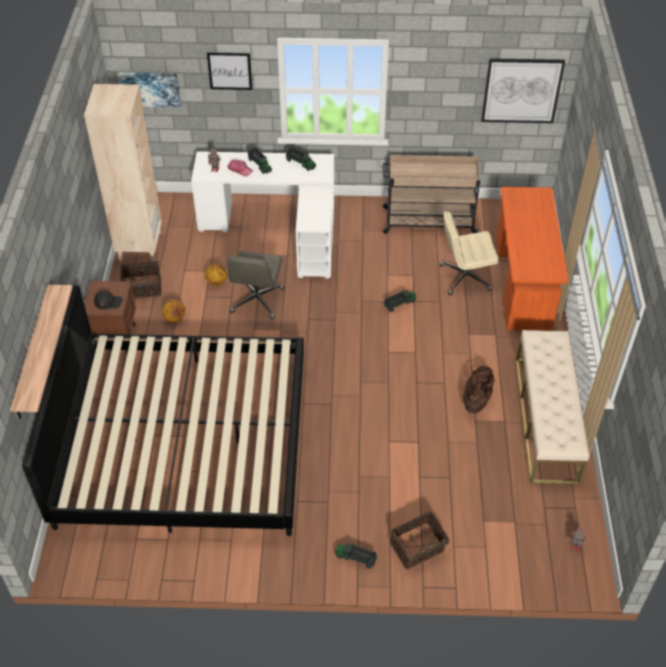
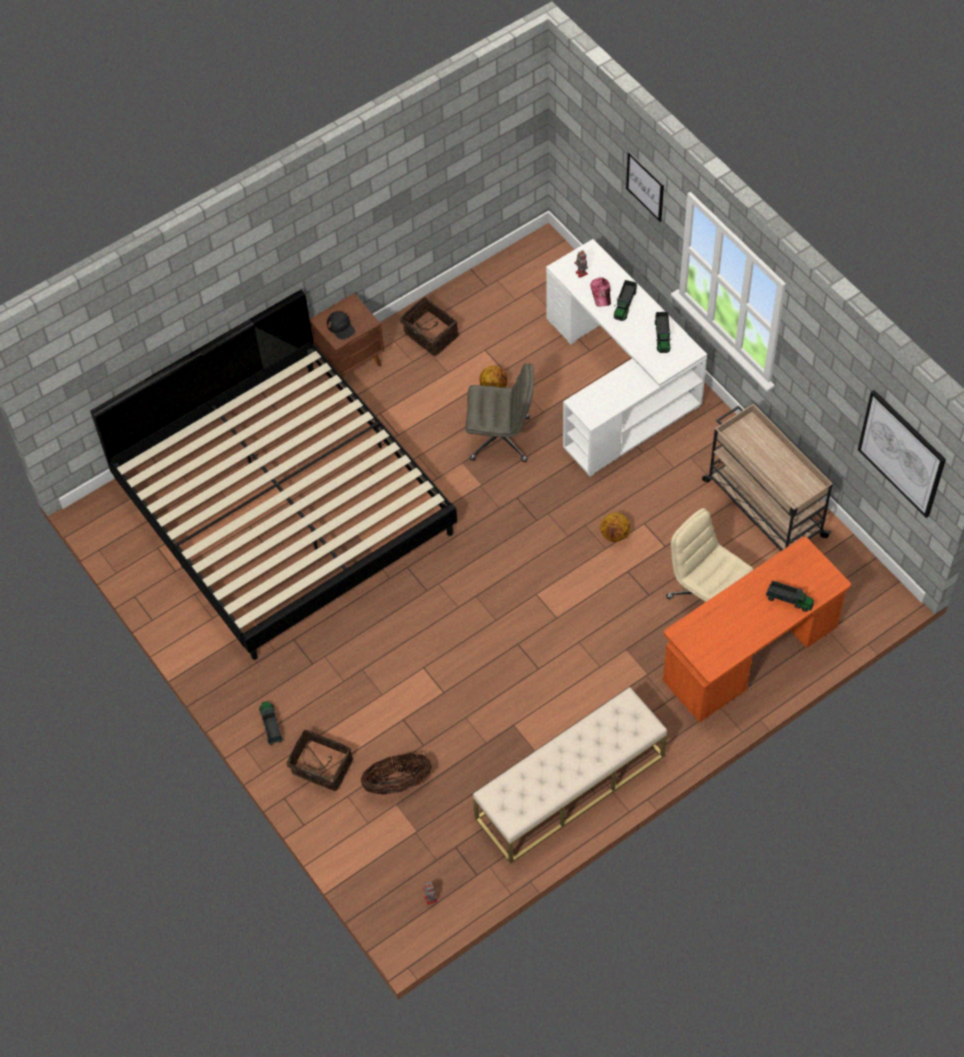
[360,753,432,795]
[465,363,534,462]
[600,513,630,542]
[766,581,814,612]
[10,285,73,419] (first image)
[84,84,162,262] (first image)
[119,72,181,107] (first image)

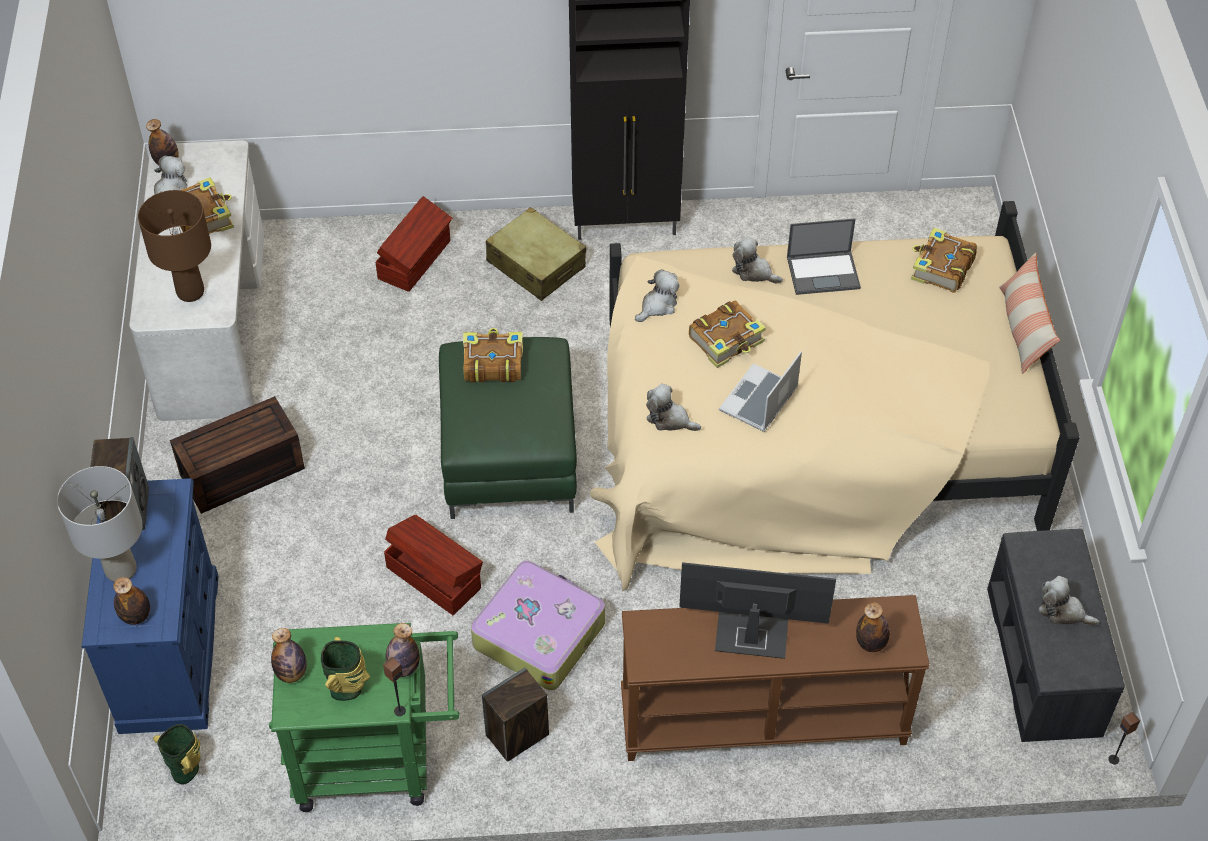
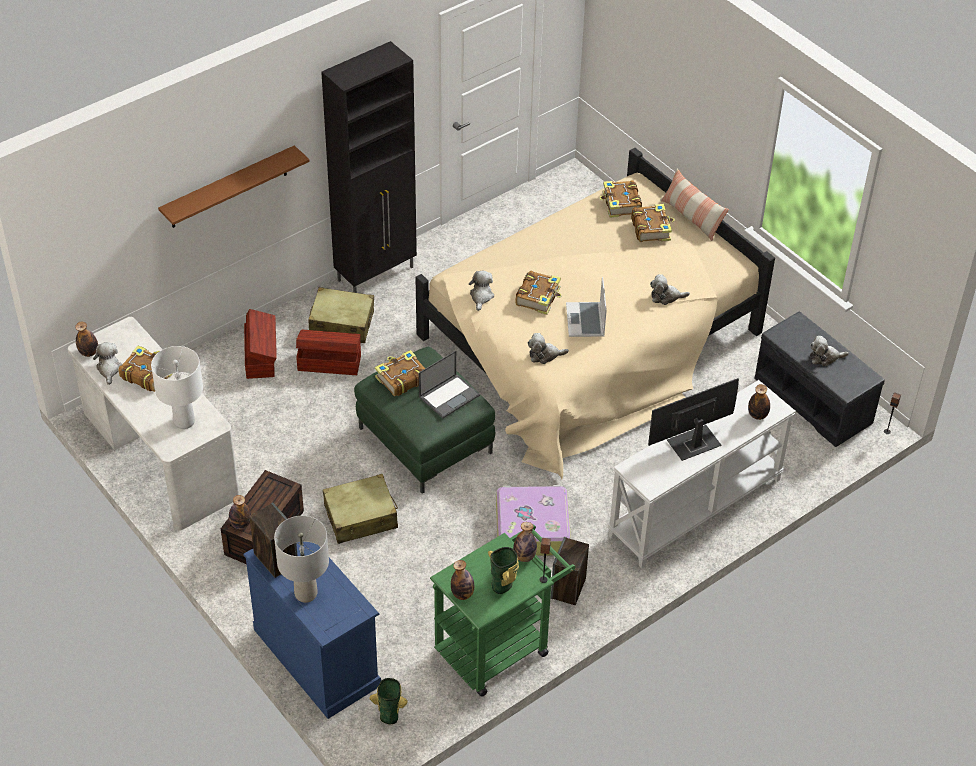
[151,346,203,429]
[158,145,310,228]
[229,495,251,529]
[296,330,361,375]
[323,474,398,544]
[419,351,480,418]
[608,380,796,568]
[631,204,675,242]
[650,274,690,305]

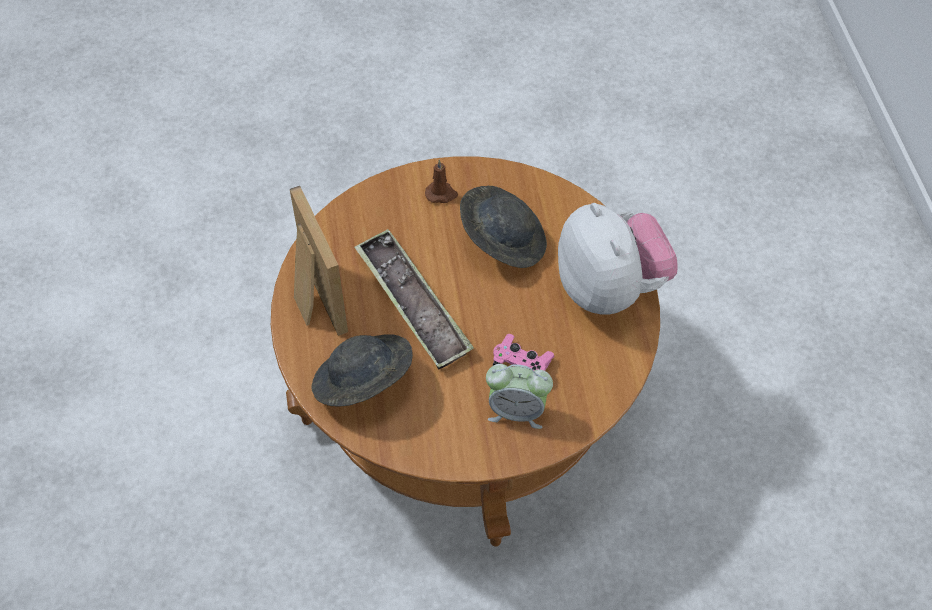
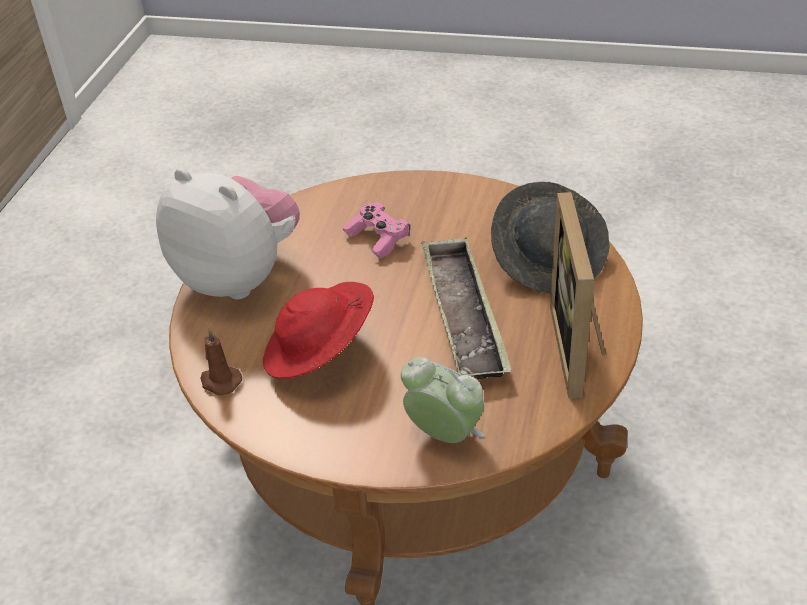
[156,168,300,299]
[201,329,242,395]
[263,282,374,379]
[401,357,485,443]

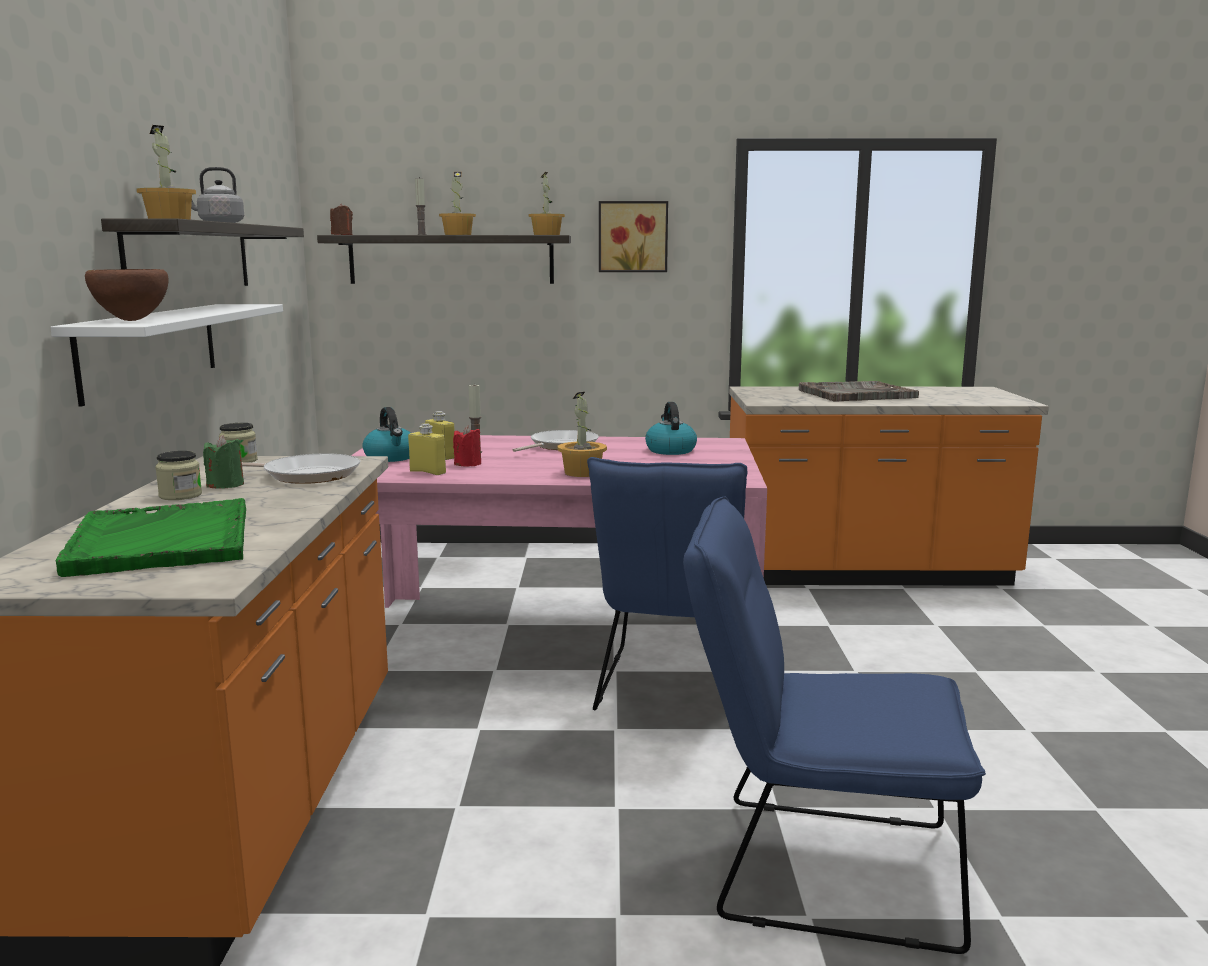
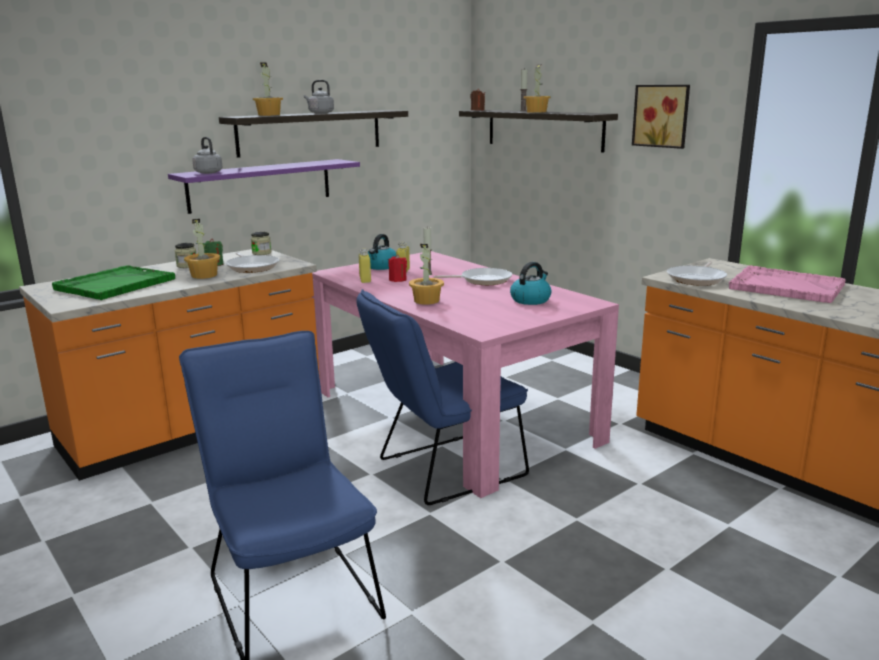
[168,159,360,214]
[184,219,220,279]
[193,137,222,174]
[667,261,727,286]
[729,265,846,303]

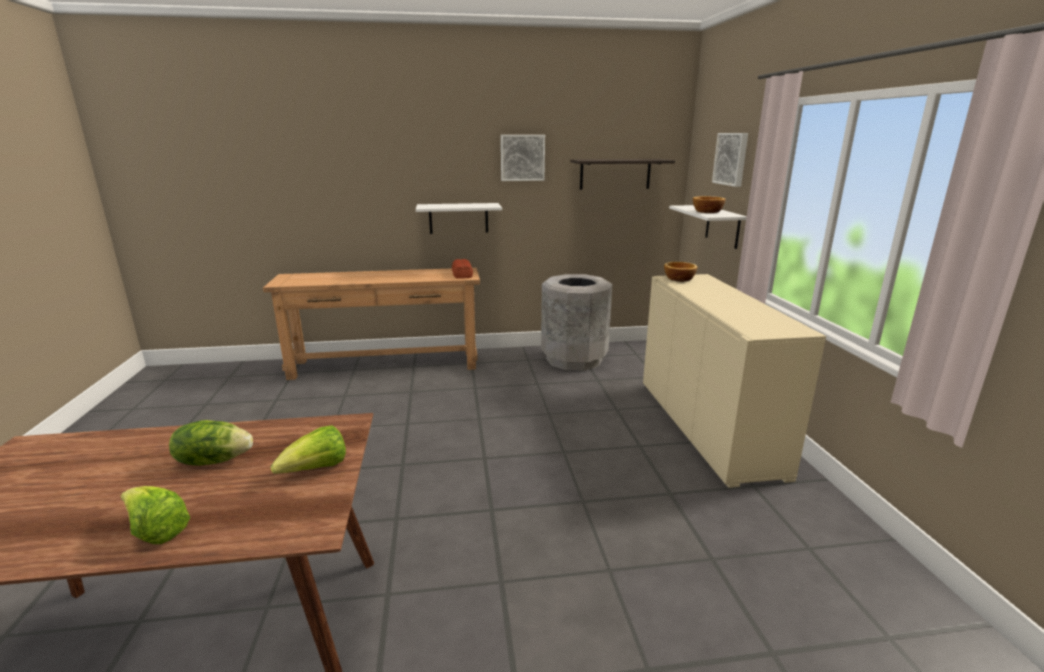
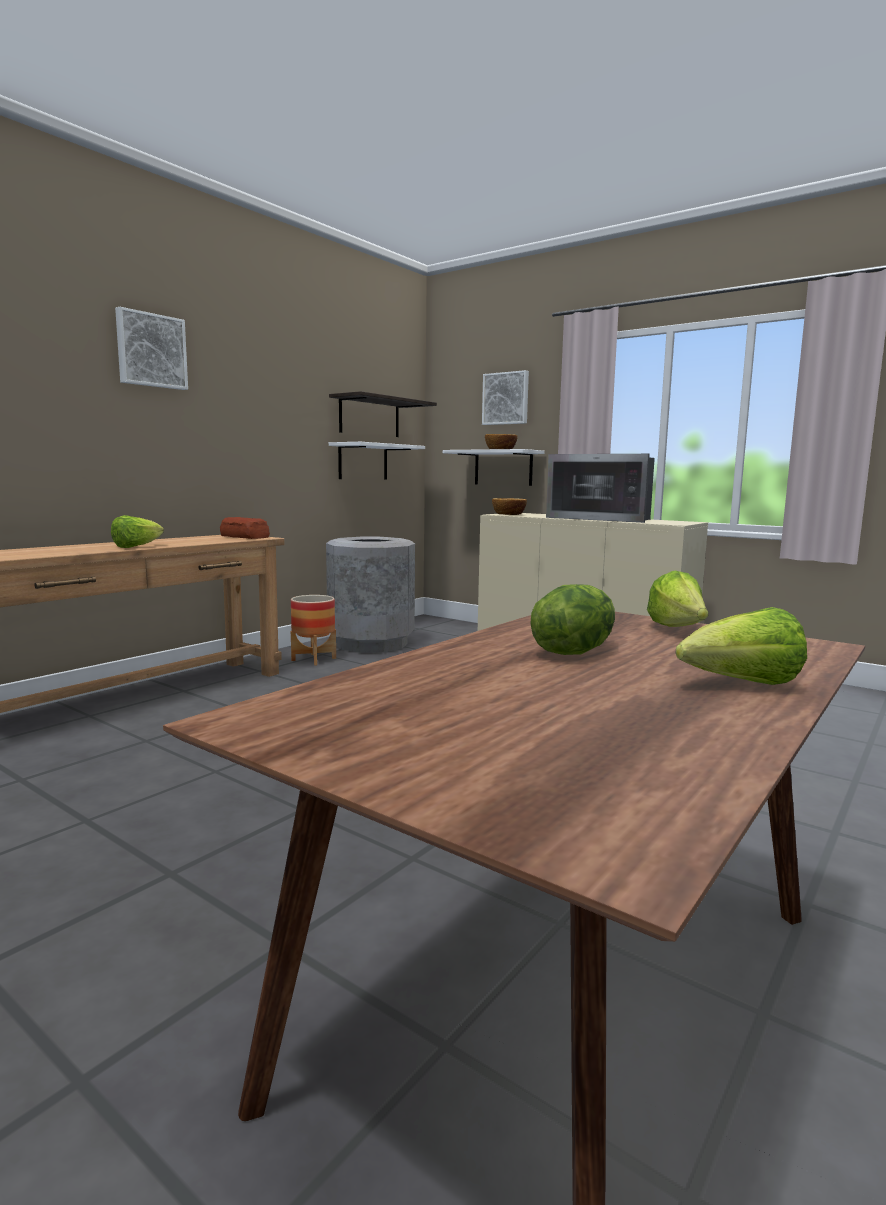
[111,515,164,548]
[115,307,188,390]
[291,595,336,666]
[329,442,425,480]
[546,454,655,523]

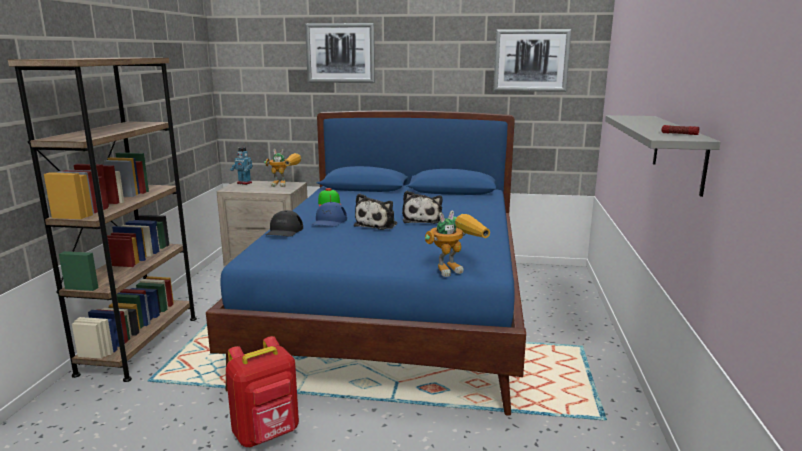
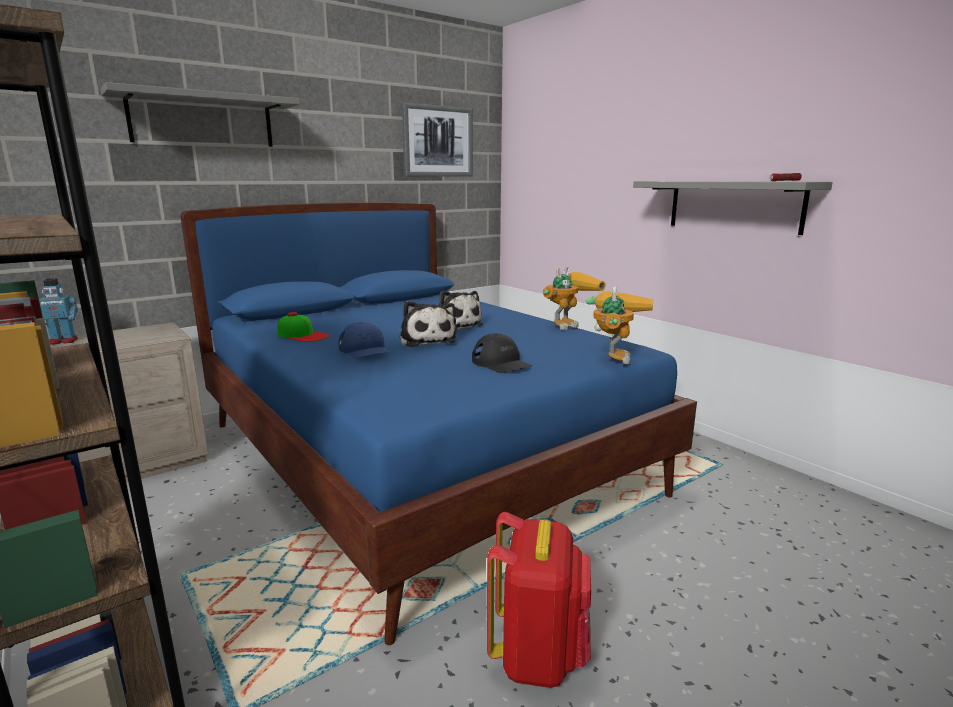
[100,82,300,147]
[472,333,533,373]
[543,266,606,330]

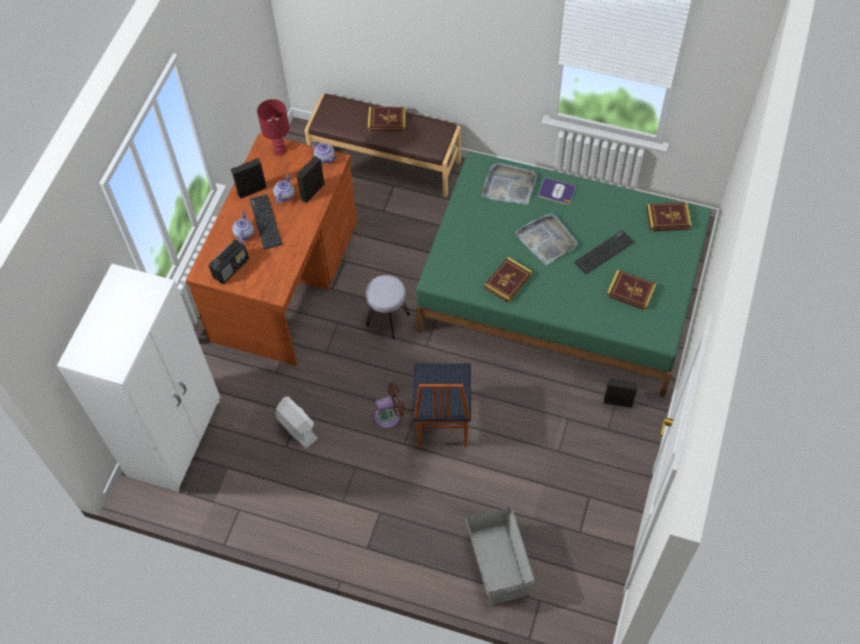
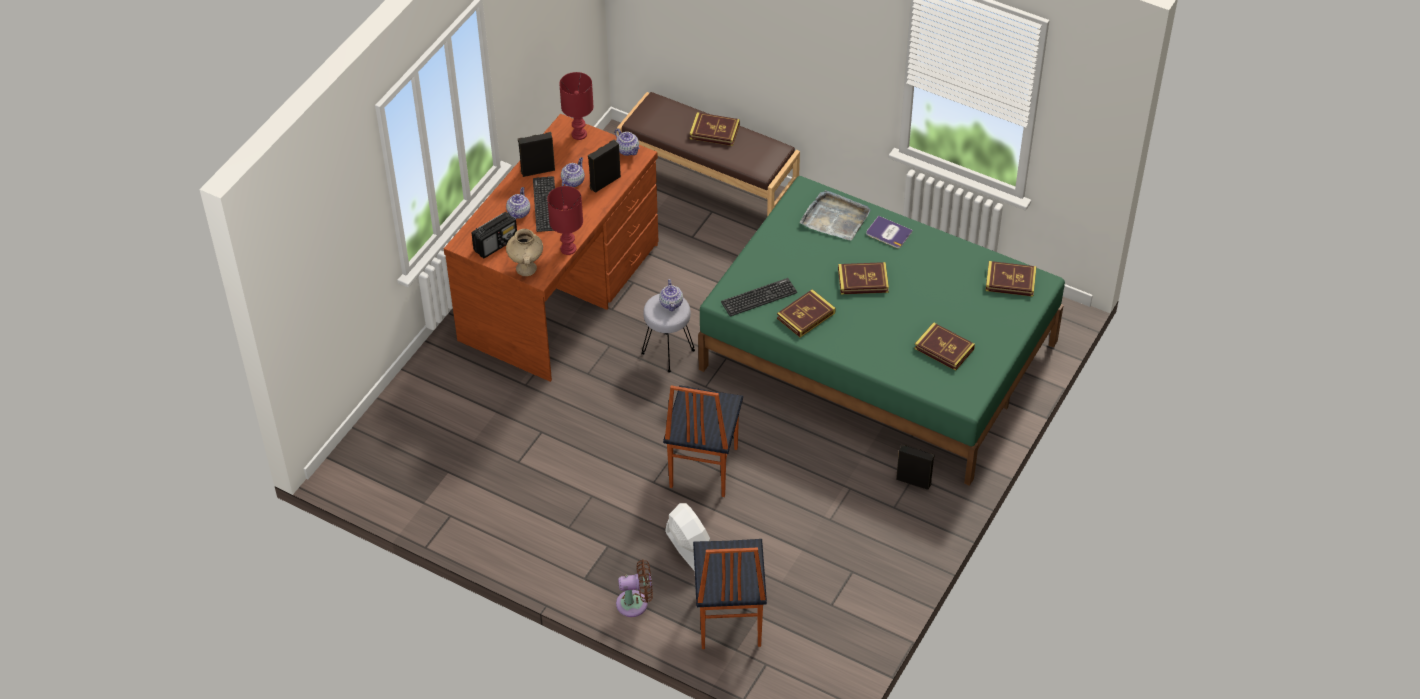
[506,229,543,276]
[547,186,583,255]
[616,560,653,617]
[659,279,683,311]
[665,503,710,571]
[693,539,767,649]
[721,278,797,317]
[838,262,889,294]
[57,264,220,492] (first image)

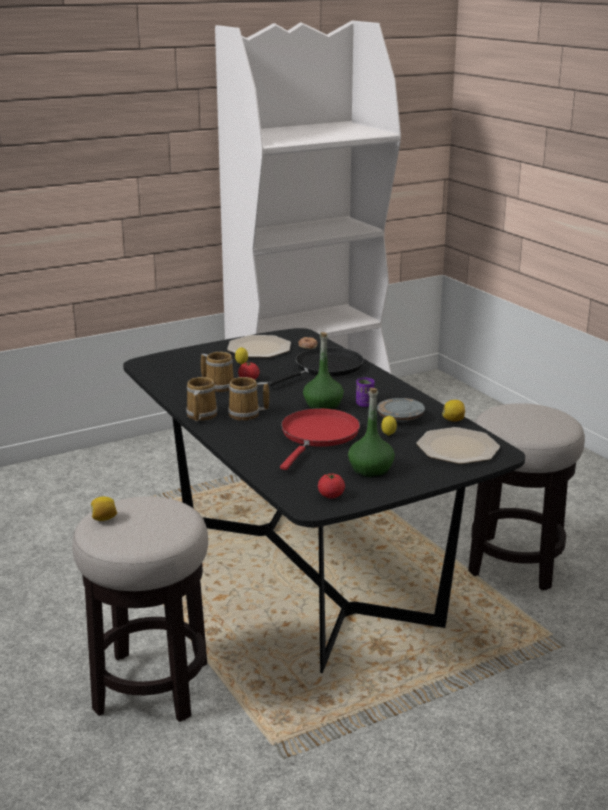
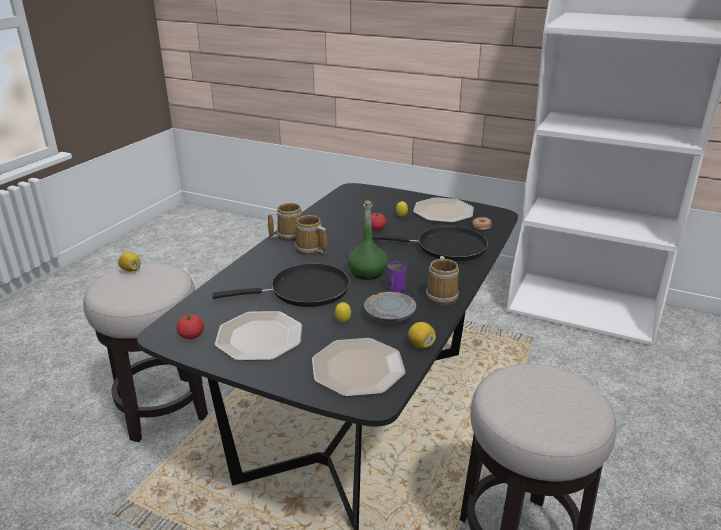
[212,263,350,307]
[215,311,302,361]
[426,256,459,306]

